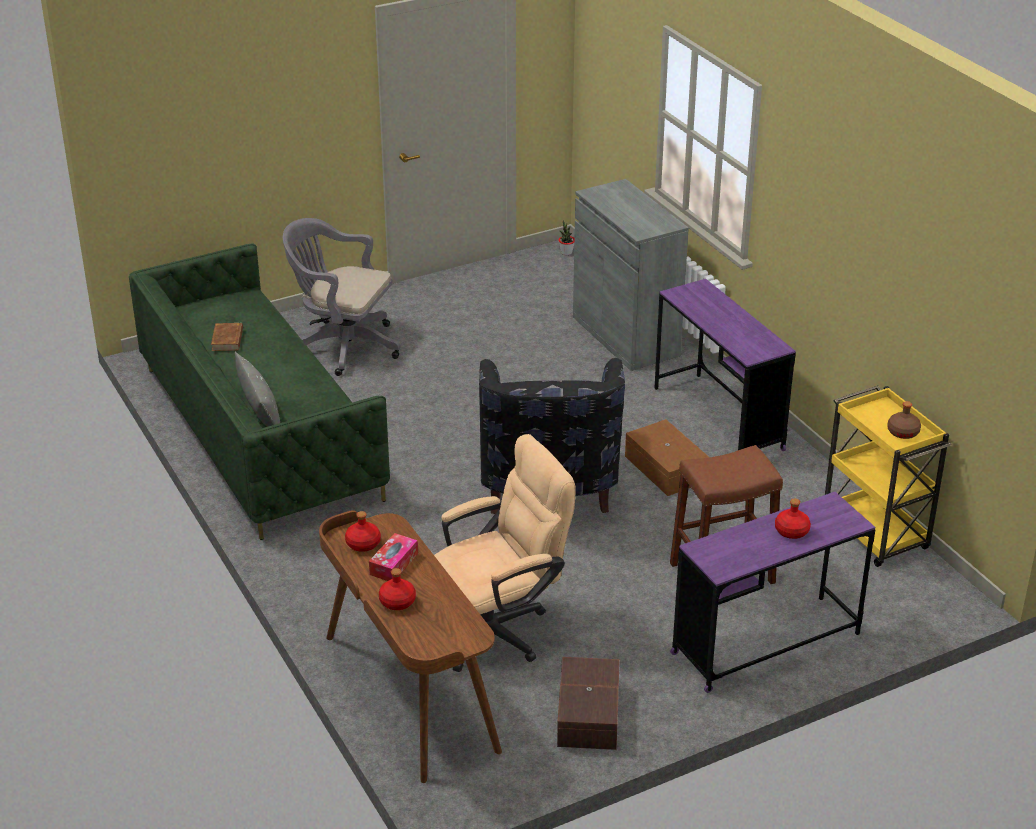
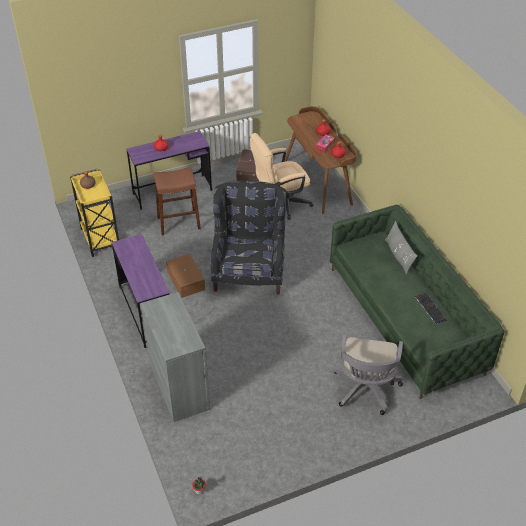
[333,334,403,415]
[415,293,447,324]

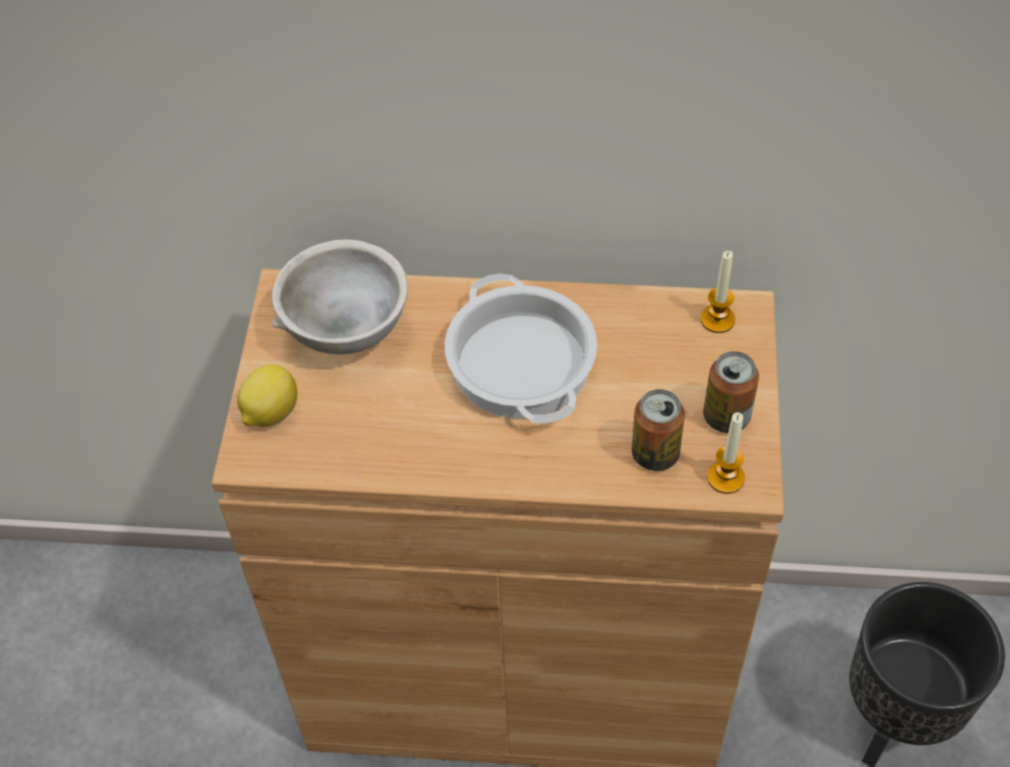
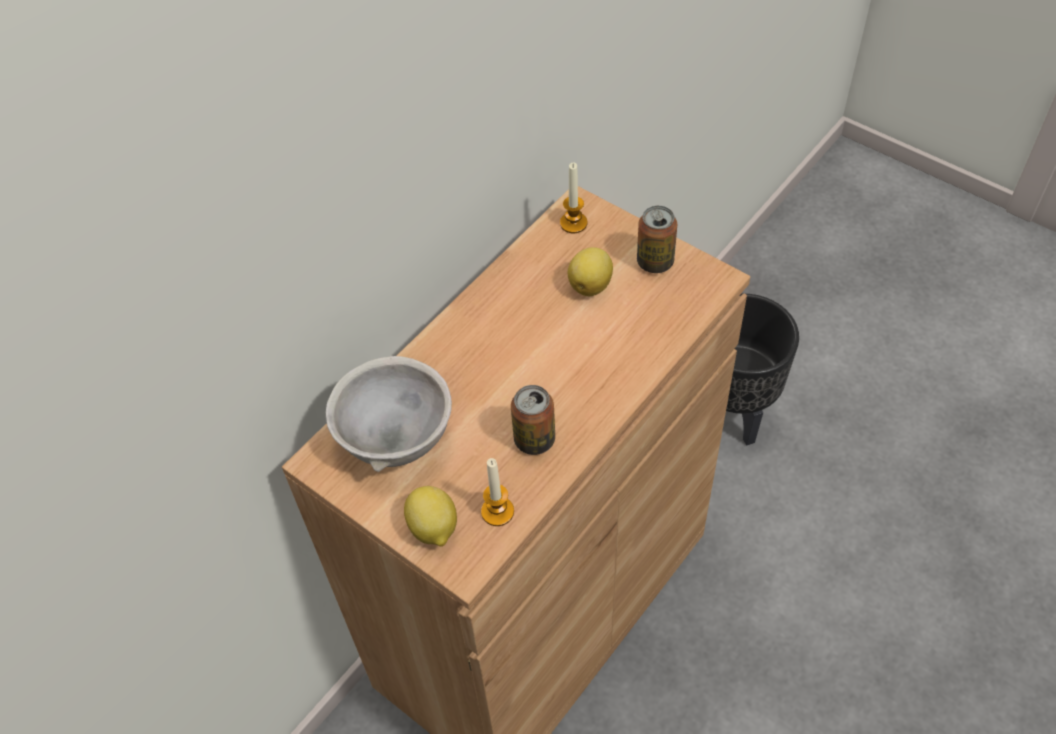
[481,458,514,526]
[511,385,555,455]
[568,247,613,296]
[445,273,597,423] (first image)

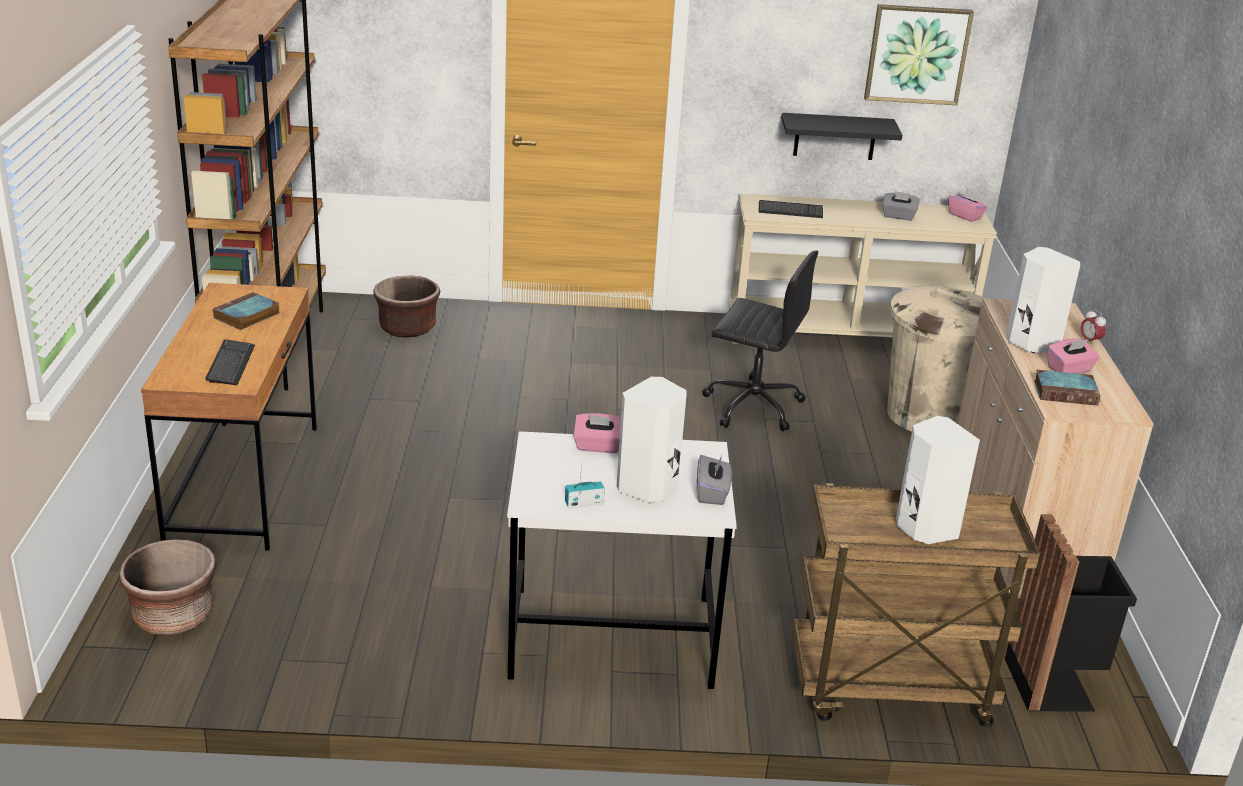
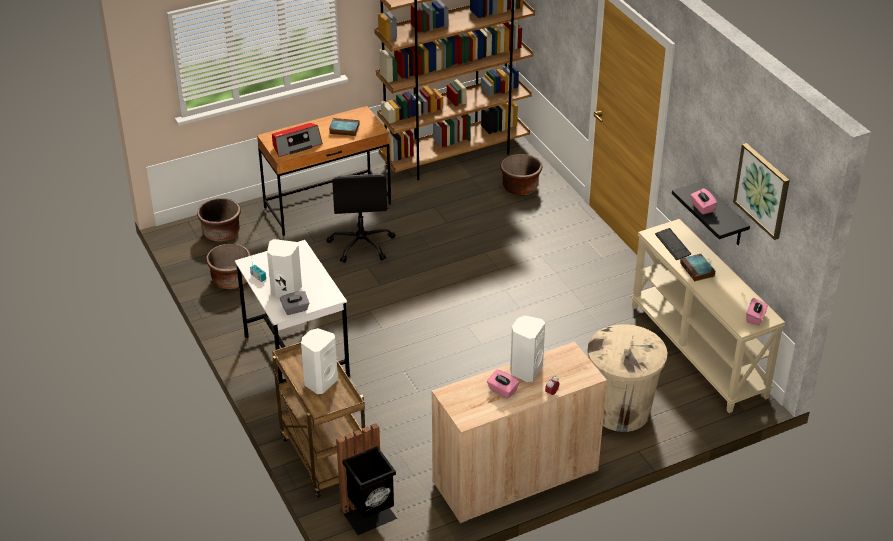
[206,243,251,289]
[272,123,323,157]
[326,174,395,263]
[680,254,716,281]
[691,188,717,214]
[883,191,920,221] (first image)

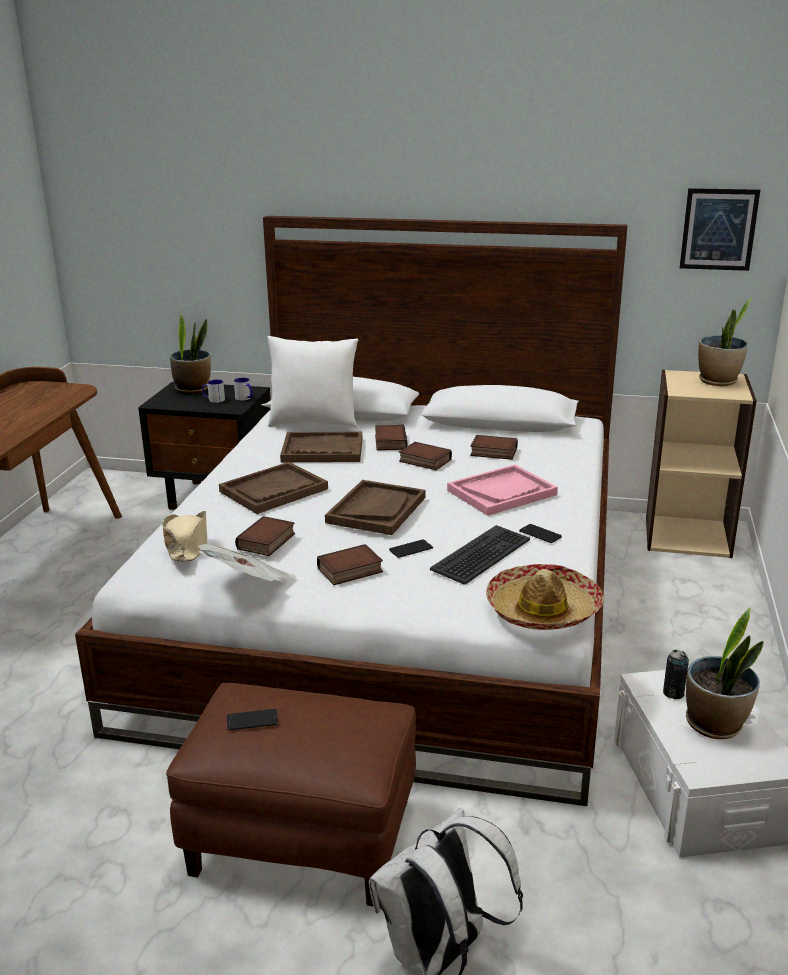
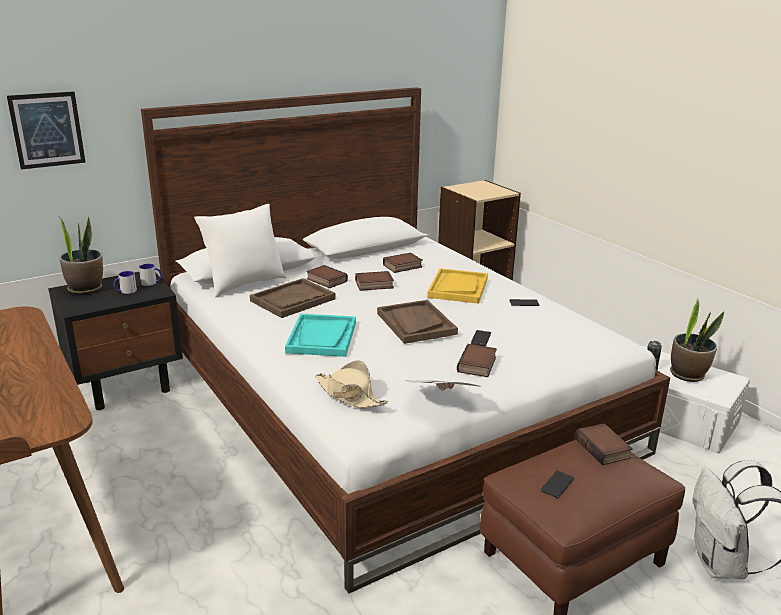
[7,91,86,170]
[285,314,356,357]
[427,268,488,304]
[575,423,633,465]
[430,525,530,585] (first image)
[486,564,603,630] (first image)
[698,298,752,386] (first image)

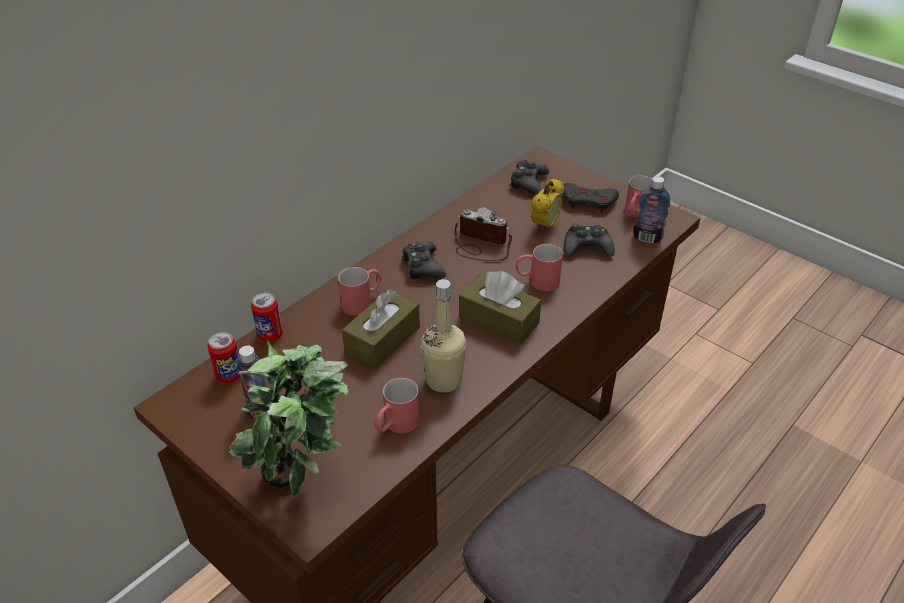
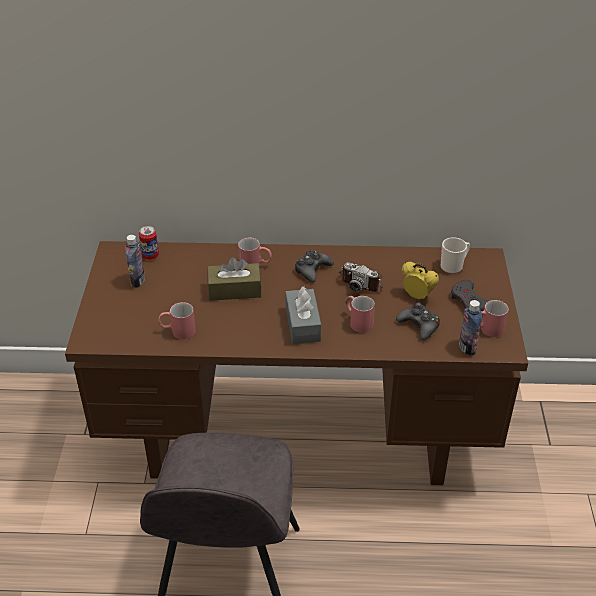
[285,286,321,344]
[339,262,383,292]
[402,262,439,299]
[440,237,470,274]
[229,341,348,497] (first image)
[251,293,283,342] (first image)
[421,279,467,393] (first image)

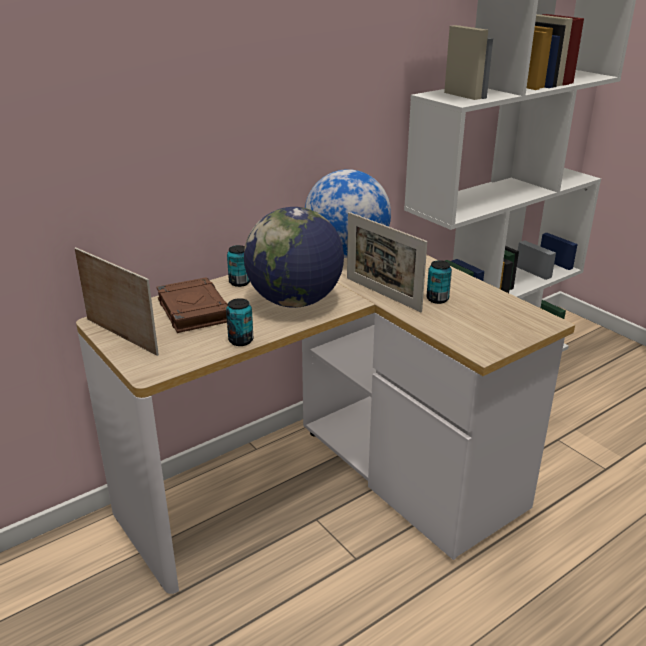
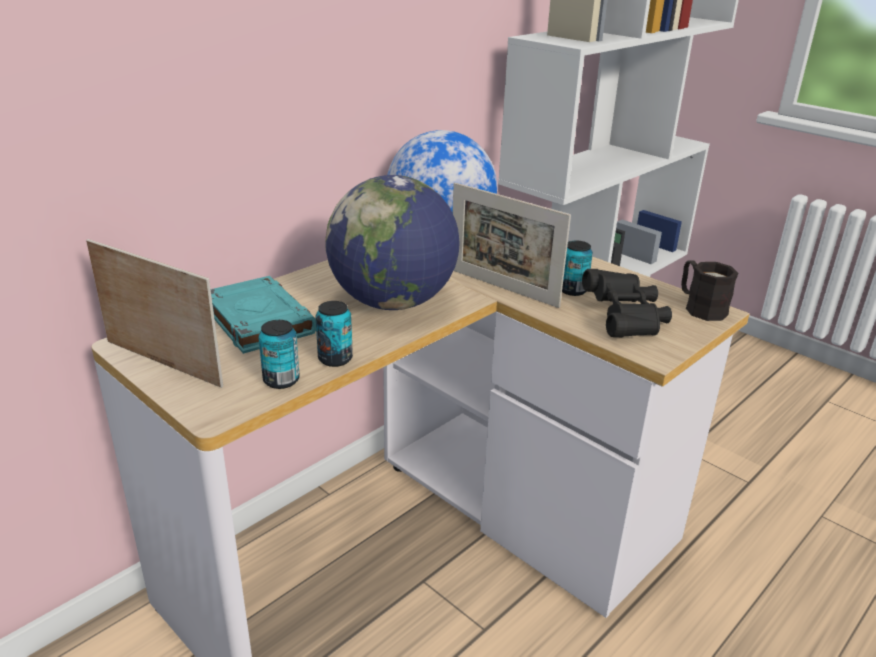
[211,276,316,354]
[258,320,300,389]
[582,269,672,337]
[681,260,738,321]

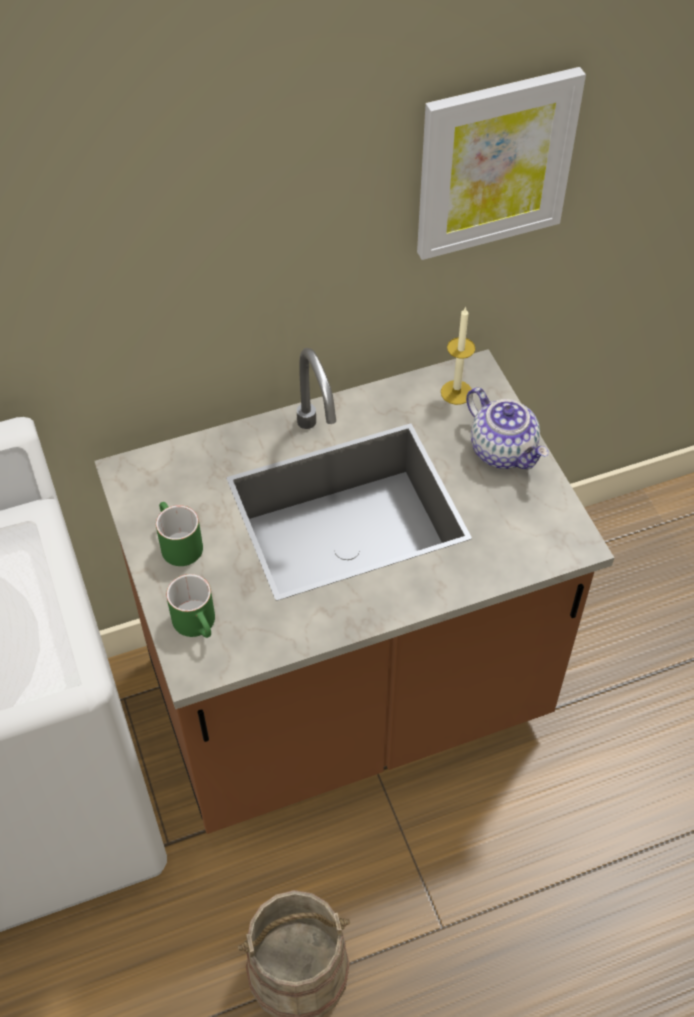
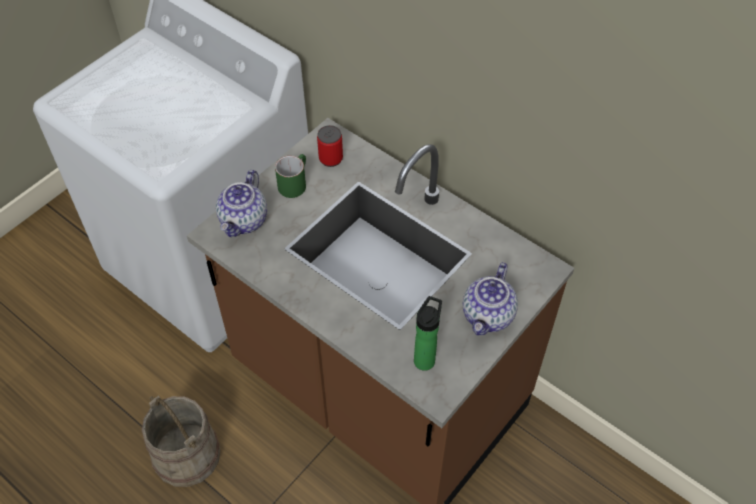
[216,170,267,237]
[317,125,343,167]
[414,296,442,371]
[417,67,586,260] (first image)
[441,306,475,405] (first image)

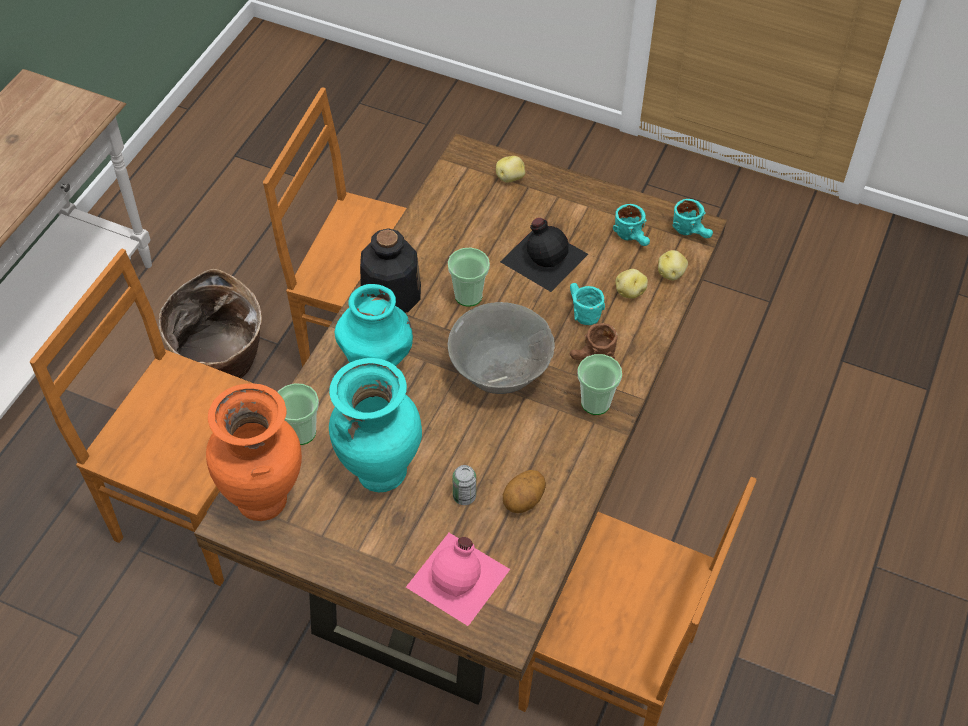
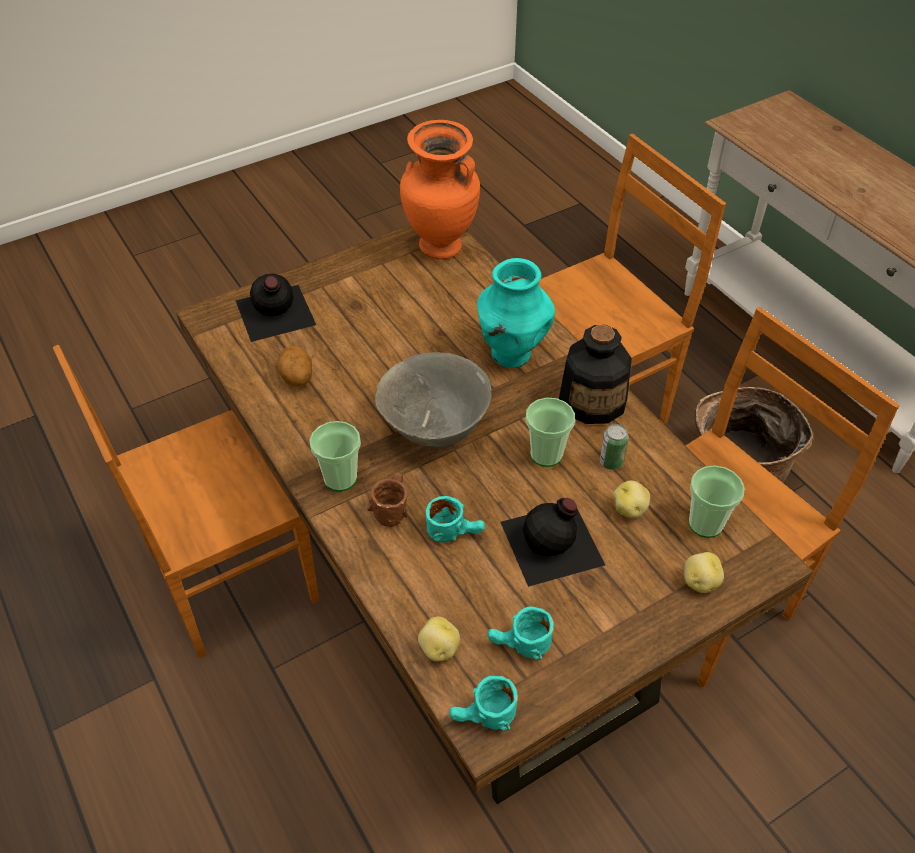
[235,273,316,342]
[599,424,629,470]
[613,481,650,518]
[689,465,745,538]
[329,358,422,492] (first image)

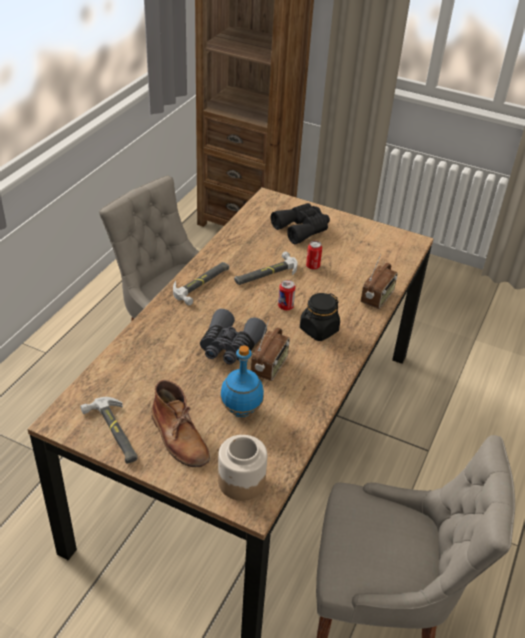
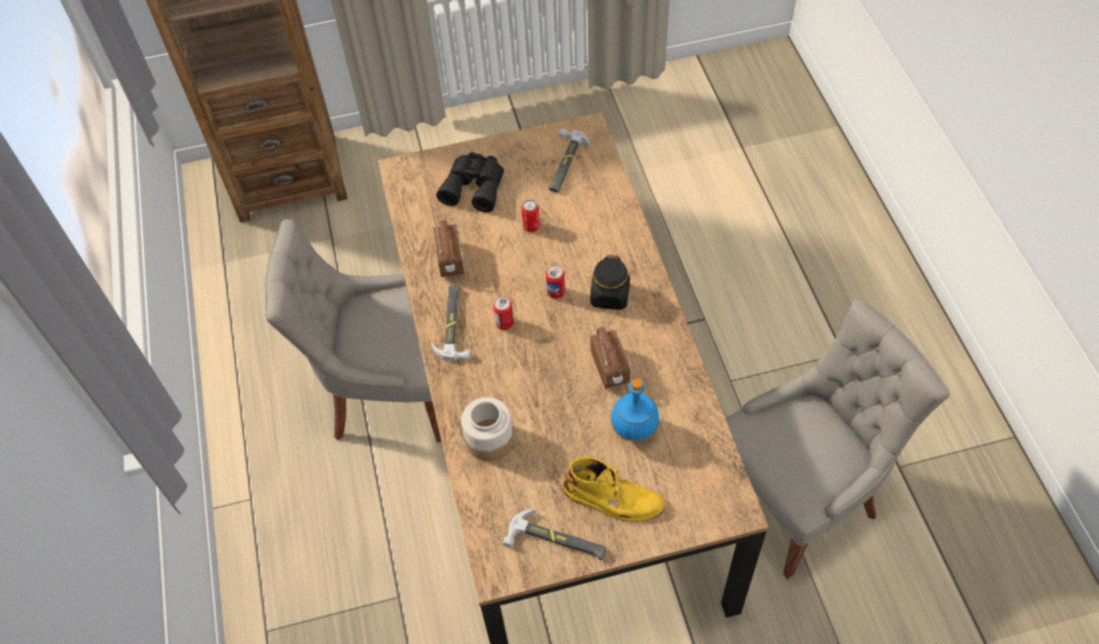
[433,220,465,277]
[461,397,513,461]
[493,297,514,330]
[548,128,590,192]
[563,457,665,522]
[200,309,267,364] (first image)

